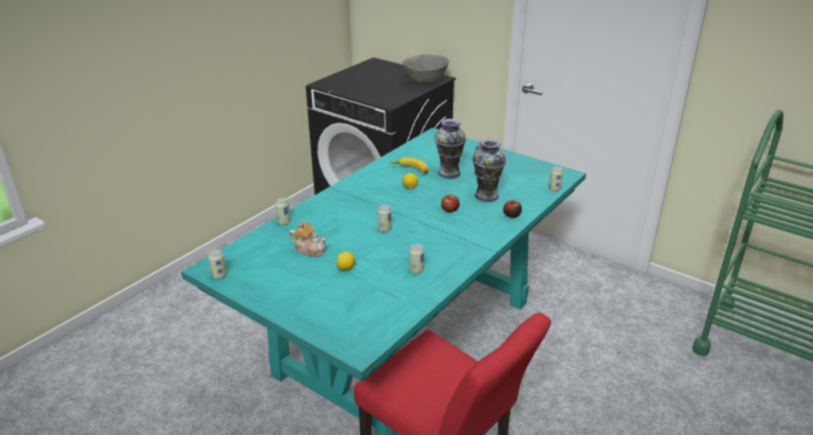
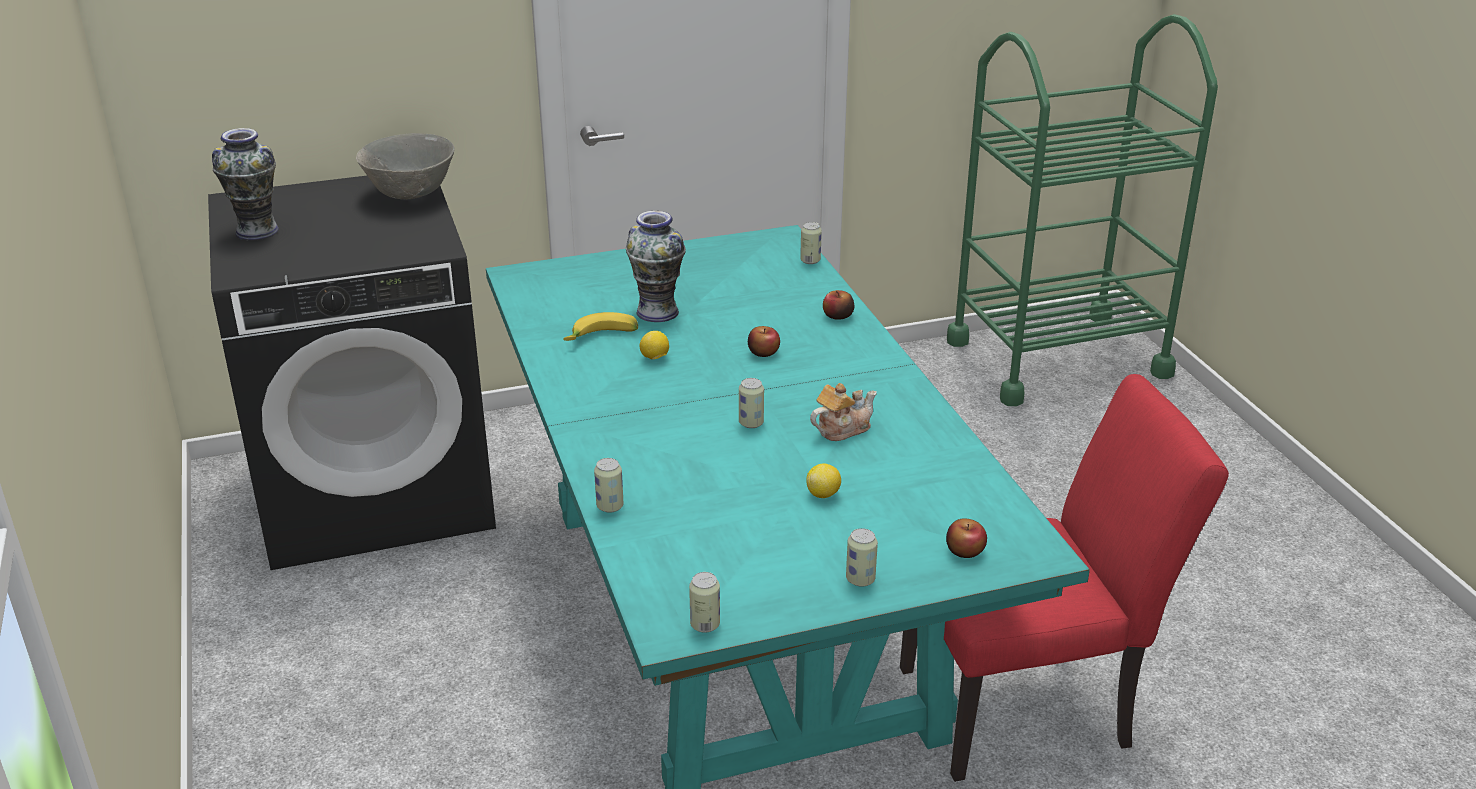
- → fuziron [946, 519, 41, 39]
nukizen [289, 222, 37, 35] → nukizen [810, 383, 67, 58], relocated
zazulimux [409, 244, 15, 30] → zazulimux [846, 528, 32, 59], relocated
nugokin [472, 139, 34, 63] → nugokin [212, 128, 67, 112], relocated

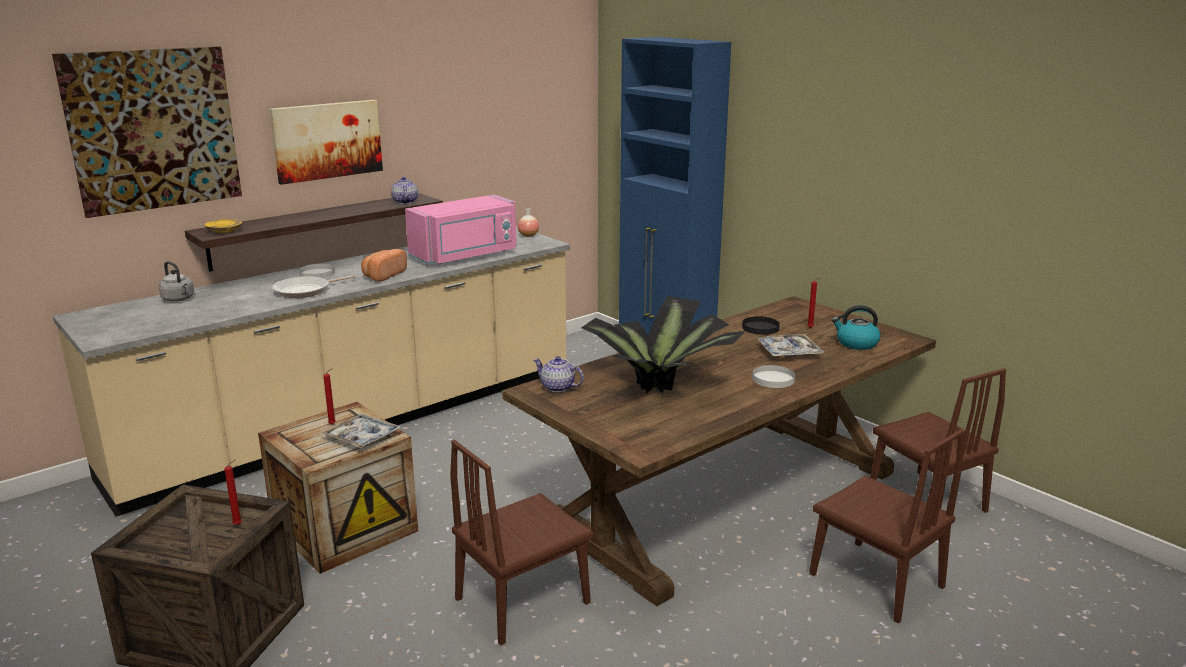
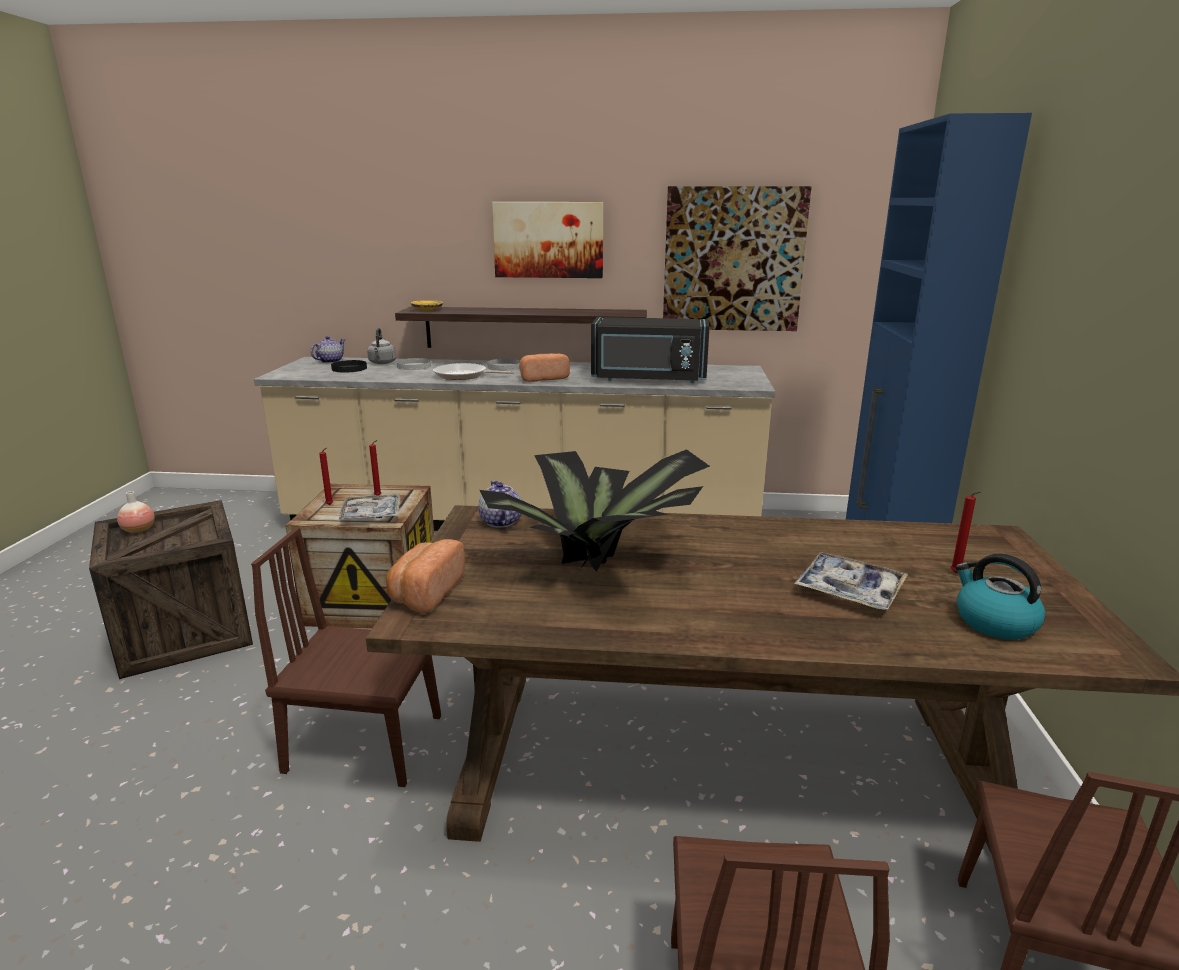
- → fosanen [386, 539, 79, 74]
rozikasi [52, 46, 190, 172] → rozikasi [663, 186, 149, 145], relocated
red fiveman [224, 460, 18, 65] → red fiveman [319, 448, 14, 57], relocated
nukizen [391, 177, 27, 27] → nukizen [311, 336, 35, 27], relocated
nugokin [518, 208, 21, 29] → nugokin [117, 491, 38, 43], relocated
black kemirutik [742, 316, 38, 19] → black kemirutik [331, 360, 36, 13], relocated
white kemirutik [752, 365, 43, 23] → white kemirutik [397, 358, 34, 12], relocated
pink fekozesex [405, 195, 112, 69] → black fekozesex [591, 317, 119, 66]

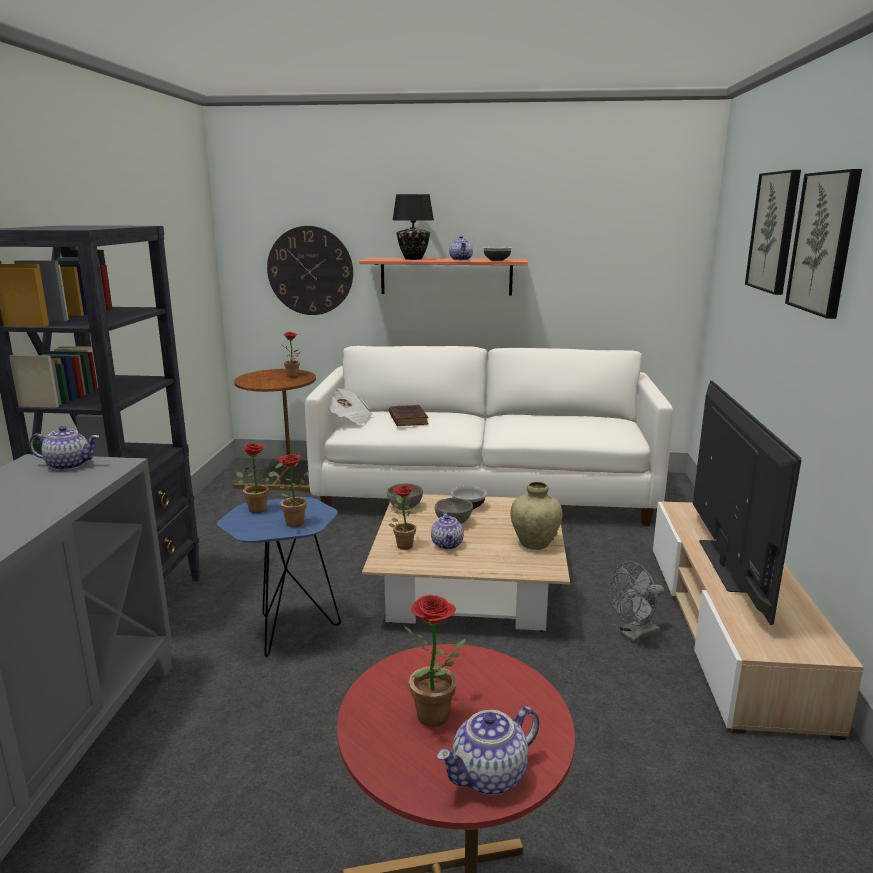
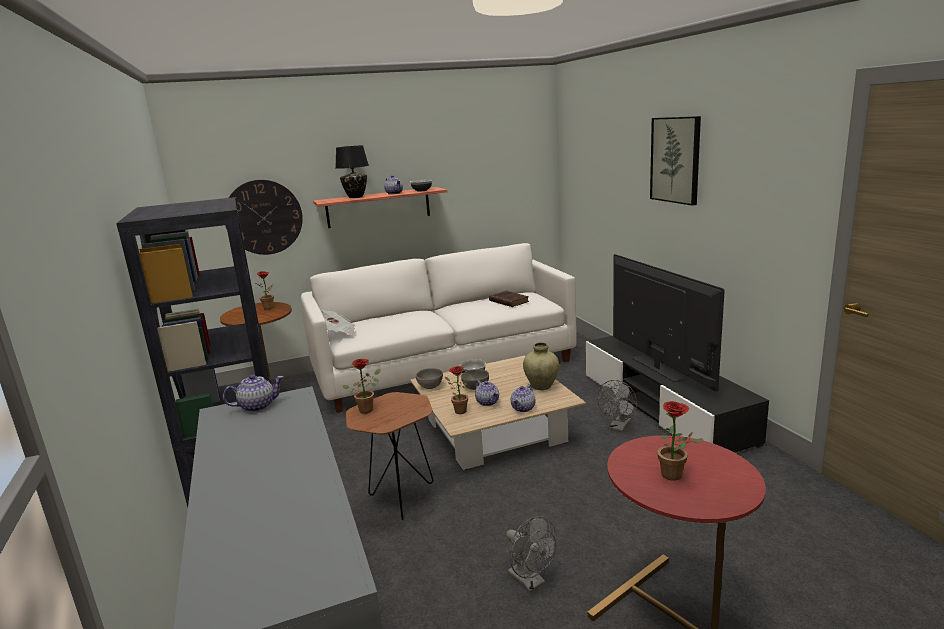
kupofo [272, 454, 37, 73] → -
rozikasi [745, 170, 56, 125] → -
- → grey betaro [506, 516, 51, 76]
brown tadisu [389, 405, 40, 21] → brown tadisu [489, 291, 40, 16], relocated
nukizen [437, 706, 102, 89] → nukizen [511, 384, 24, 28], relocated
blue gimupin [217, 497, 124, 160] → brown gimupin [346, 392, 87, 128]
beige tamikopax [653, 501, 211, 239] → black tamikopax [586, 336, 183, 117]

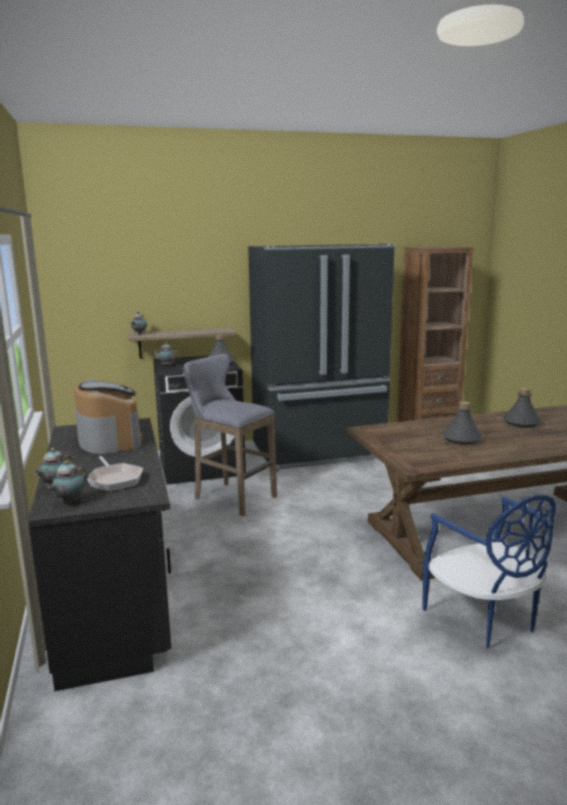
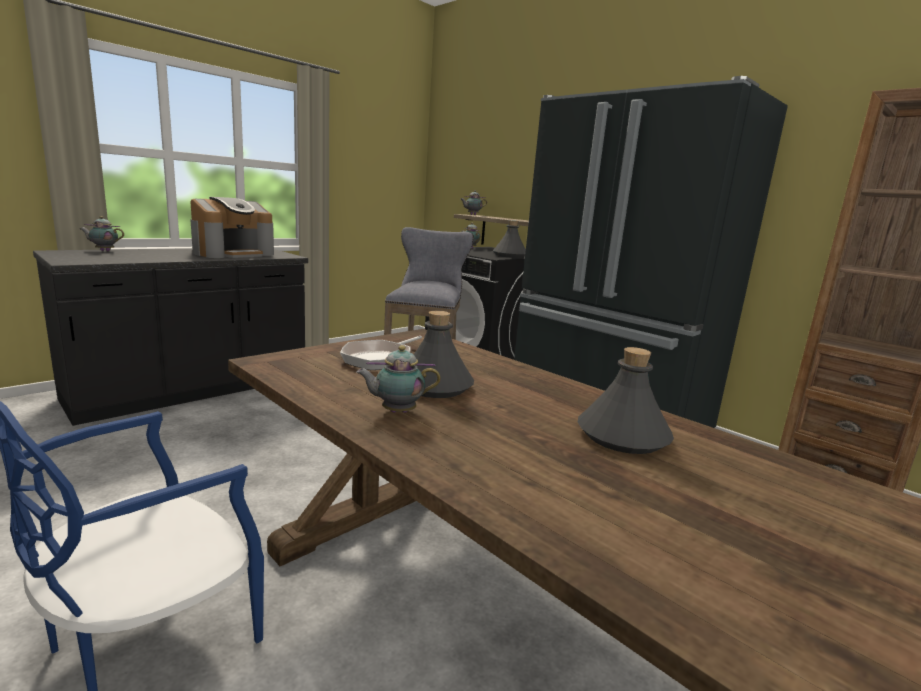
nukizen [48, 461, 38, 43] → nukizen [356, 345, 85, 68], relocated
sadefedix [87, 456, 56, 35] → sadefedix [340, 336, 82, 34], relocated

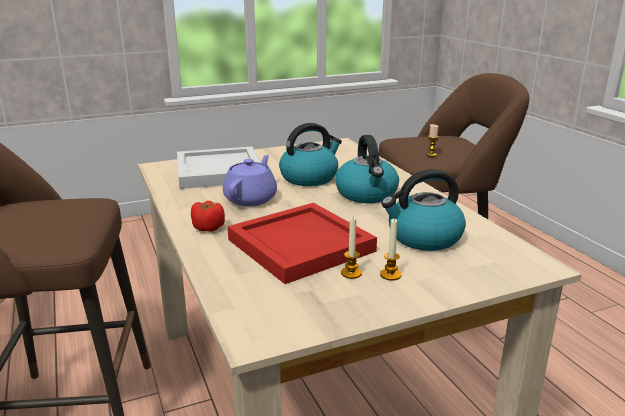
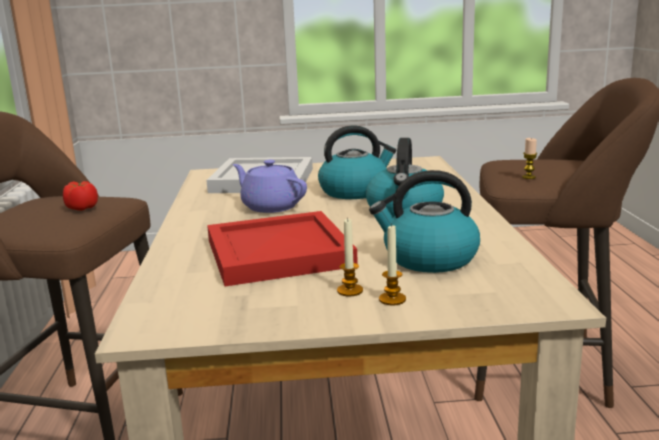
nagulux [191, 201, 34, 31] → nagulux [63, 181, 35, 30], relocated
fiveman [341, 217, 21, 62] → fiveman [379, 224, 27, 81], relocated
purple nukizen [223, 155, 54, 51] → purple nukizen [233, 160, 74, 53], 90 degrees counterclockwise

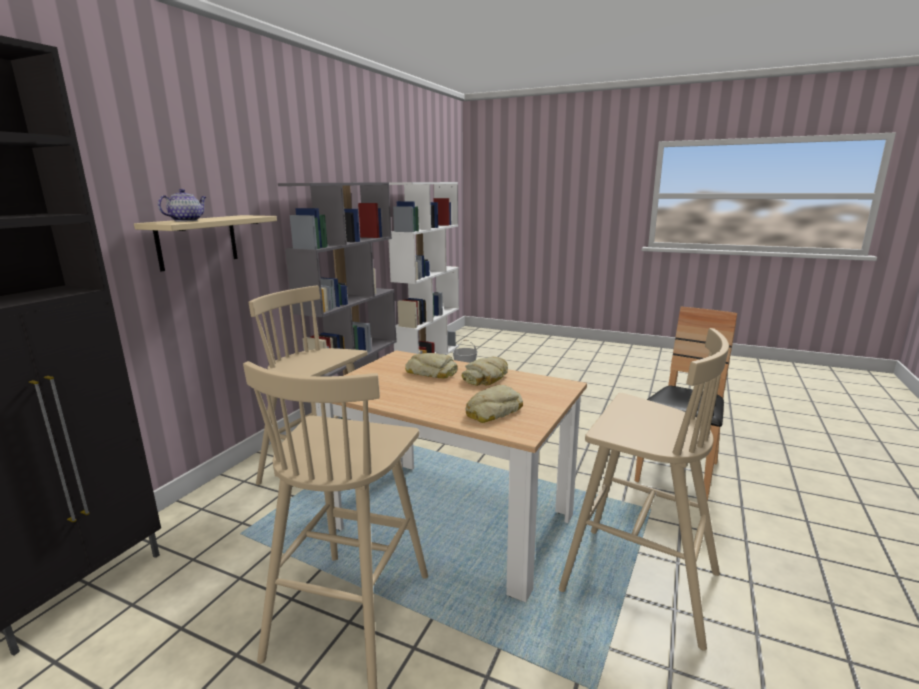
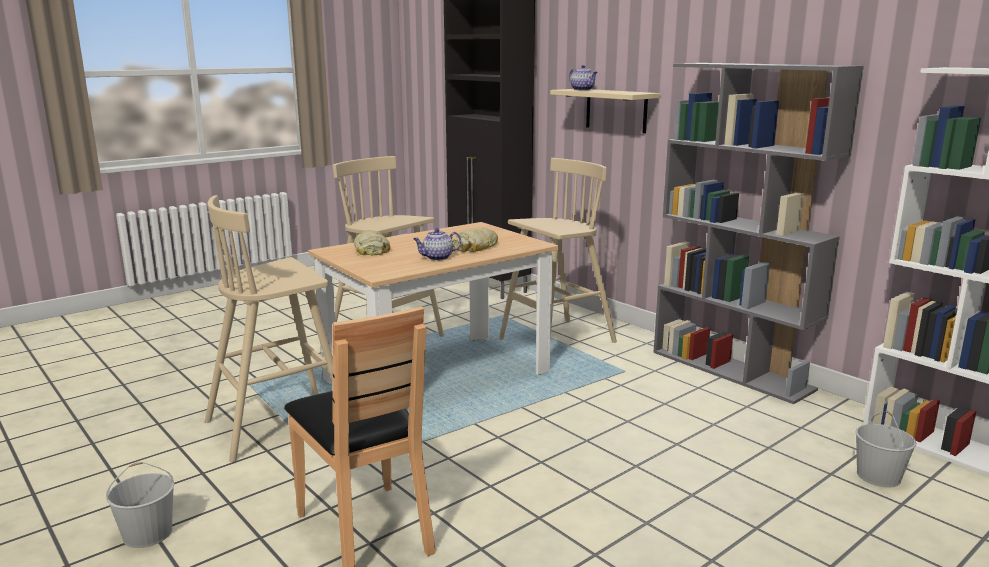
- → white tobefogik [106, 462, 68, 86]
fosanen [462, 357, 46, 29] → nukizen [413, 228, 48, 33]

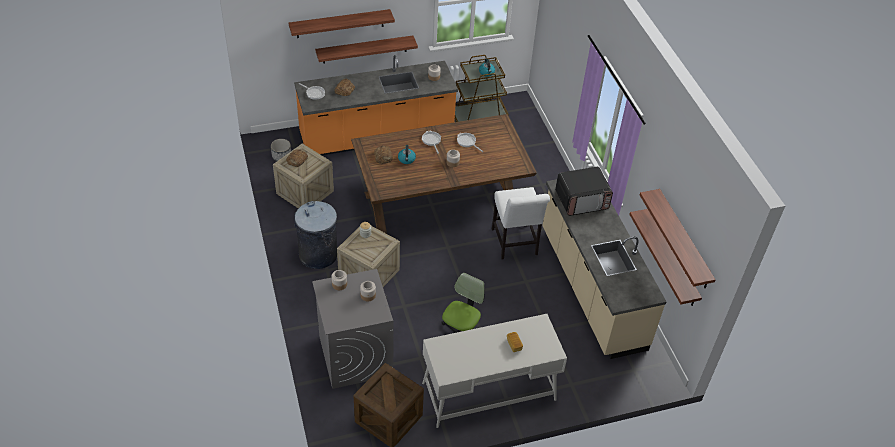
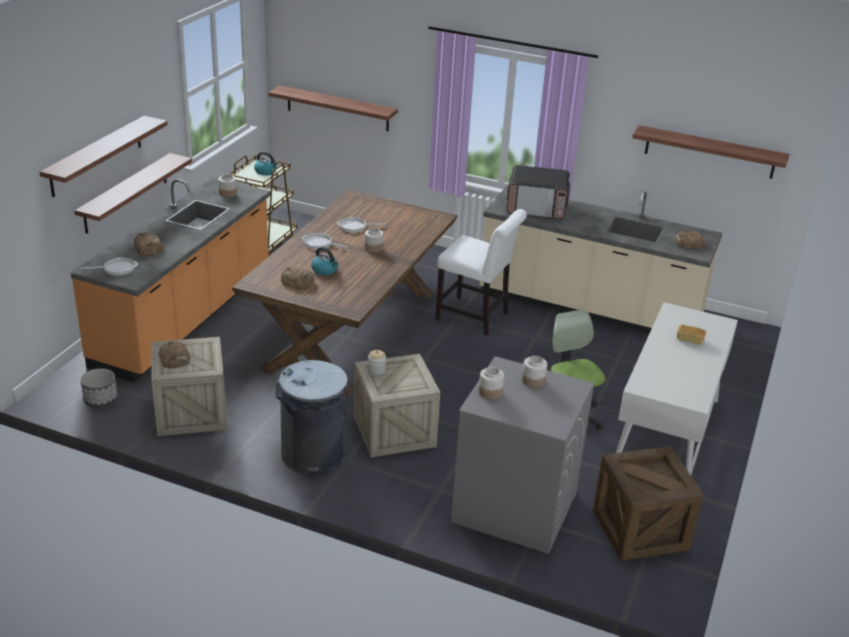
- → fosanen [674, 231, 32, 18]
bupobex [629, 209, 73, 97] → bupobex [268, 85, 130, 46], relocated
fekozesex [555, 167, 58, 49] → fekozesex [507, 165, 63, 54], 75 degrees clockwise

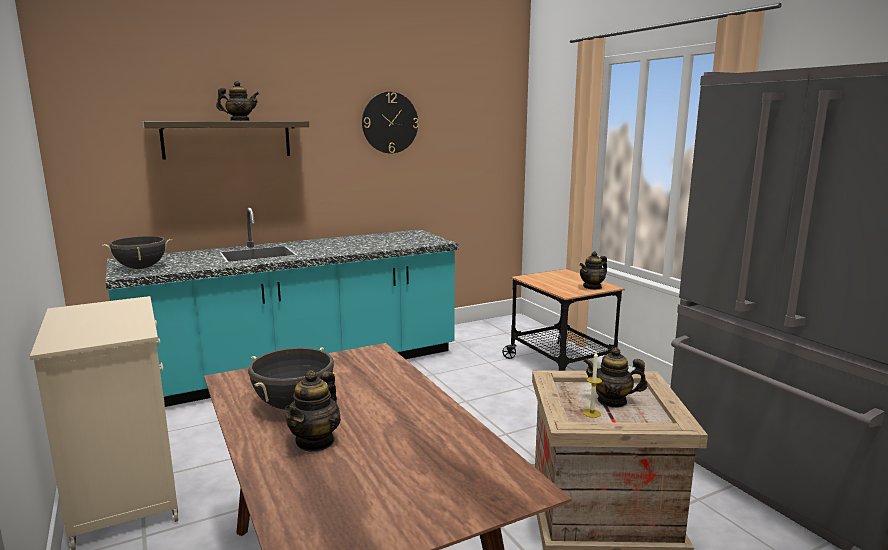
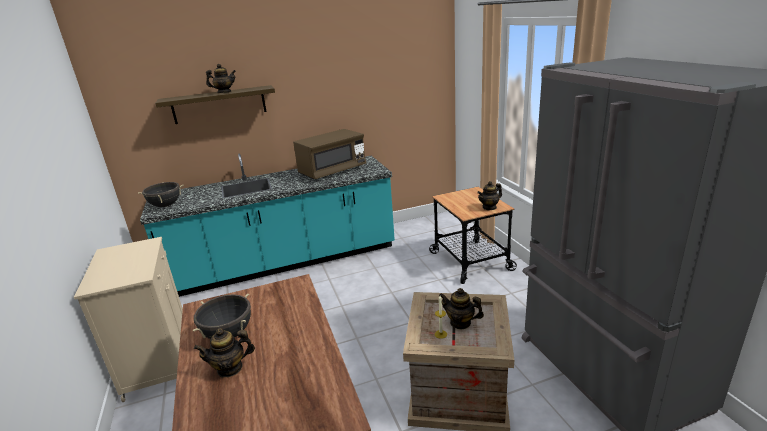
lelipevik [362, 92, 57, 61] → -
- → brown fekozesex [293, 129, 73, 50]
nukizen [285, 370, 56, 82] → nukizen [194, 328, 61, 49], 45 degrees clockwise

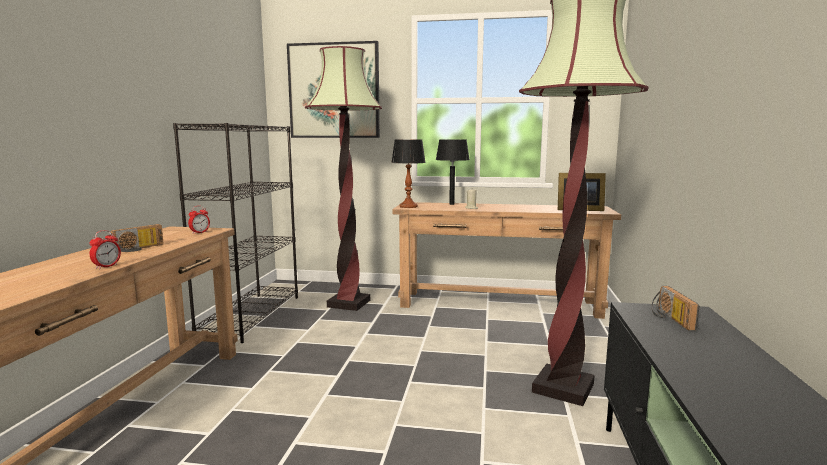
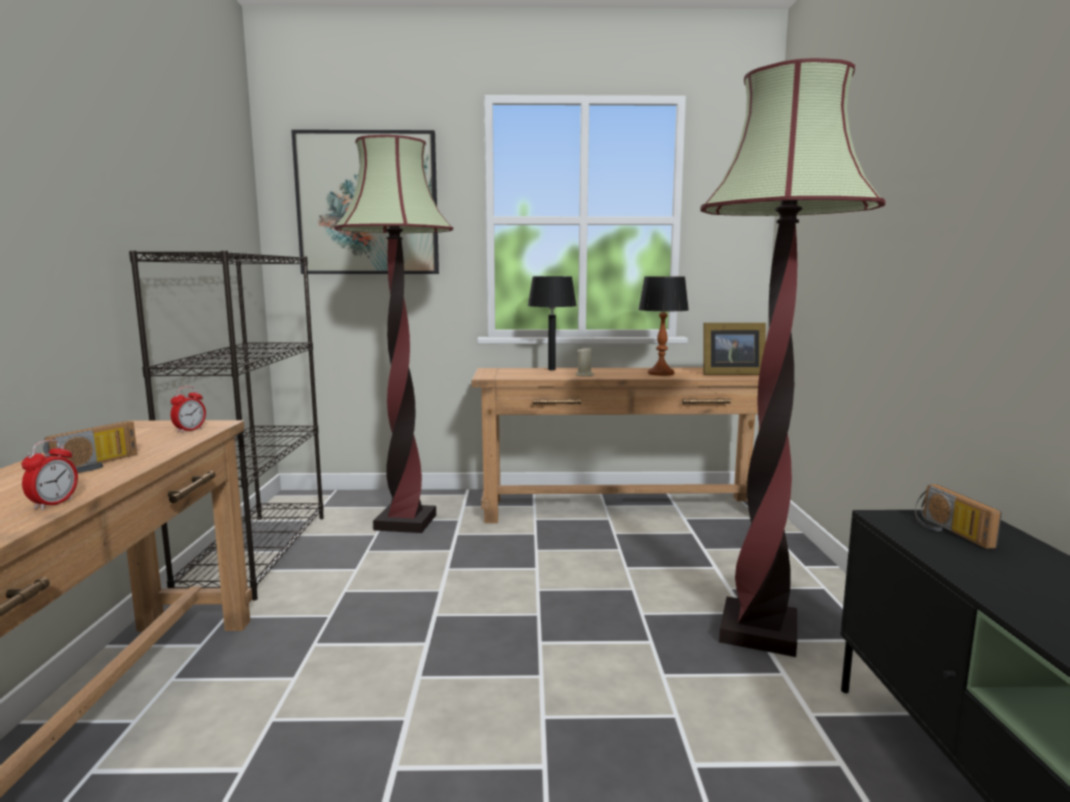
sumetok [391, 139, 35, 69] → sumetok [638, 276, 51, 100], relocated

